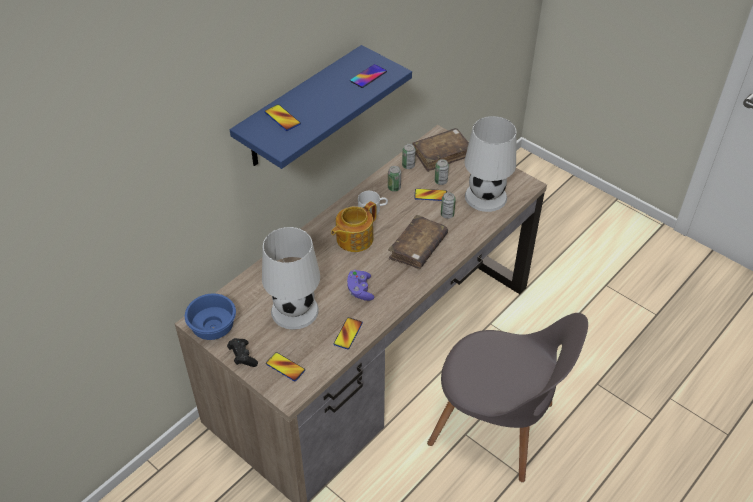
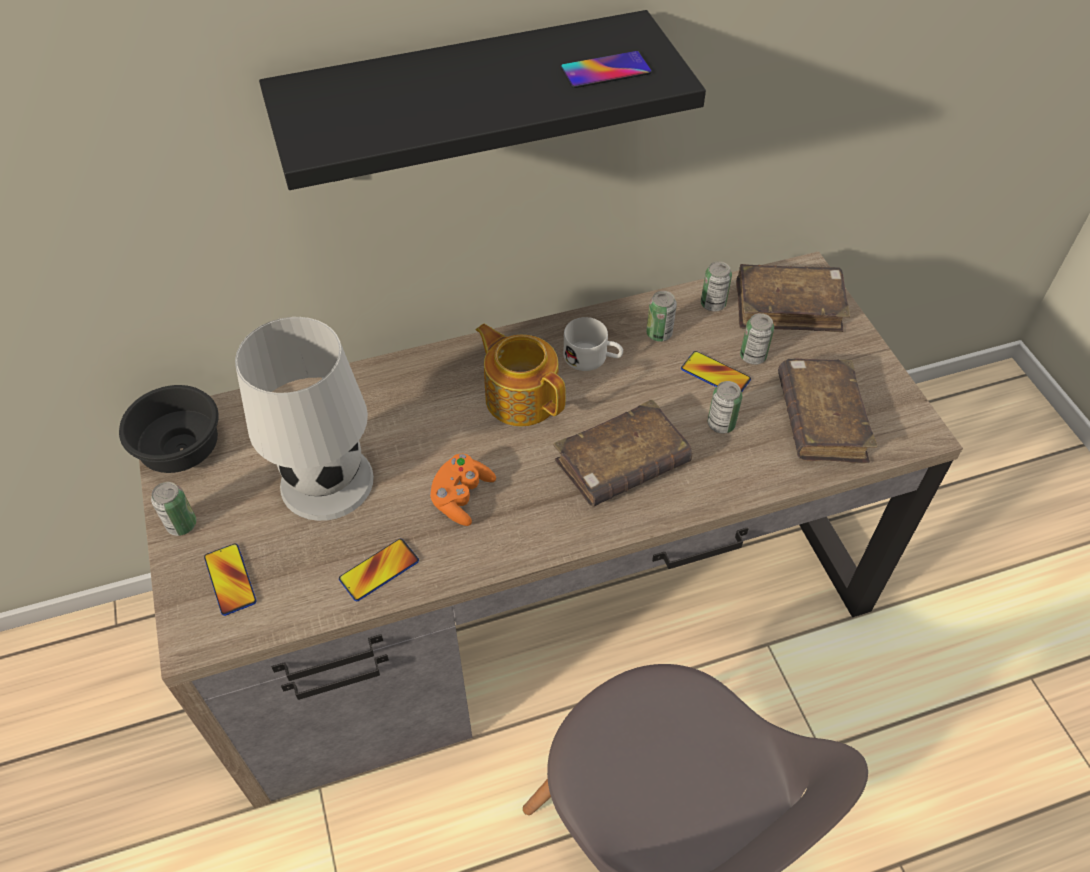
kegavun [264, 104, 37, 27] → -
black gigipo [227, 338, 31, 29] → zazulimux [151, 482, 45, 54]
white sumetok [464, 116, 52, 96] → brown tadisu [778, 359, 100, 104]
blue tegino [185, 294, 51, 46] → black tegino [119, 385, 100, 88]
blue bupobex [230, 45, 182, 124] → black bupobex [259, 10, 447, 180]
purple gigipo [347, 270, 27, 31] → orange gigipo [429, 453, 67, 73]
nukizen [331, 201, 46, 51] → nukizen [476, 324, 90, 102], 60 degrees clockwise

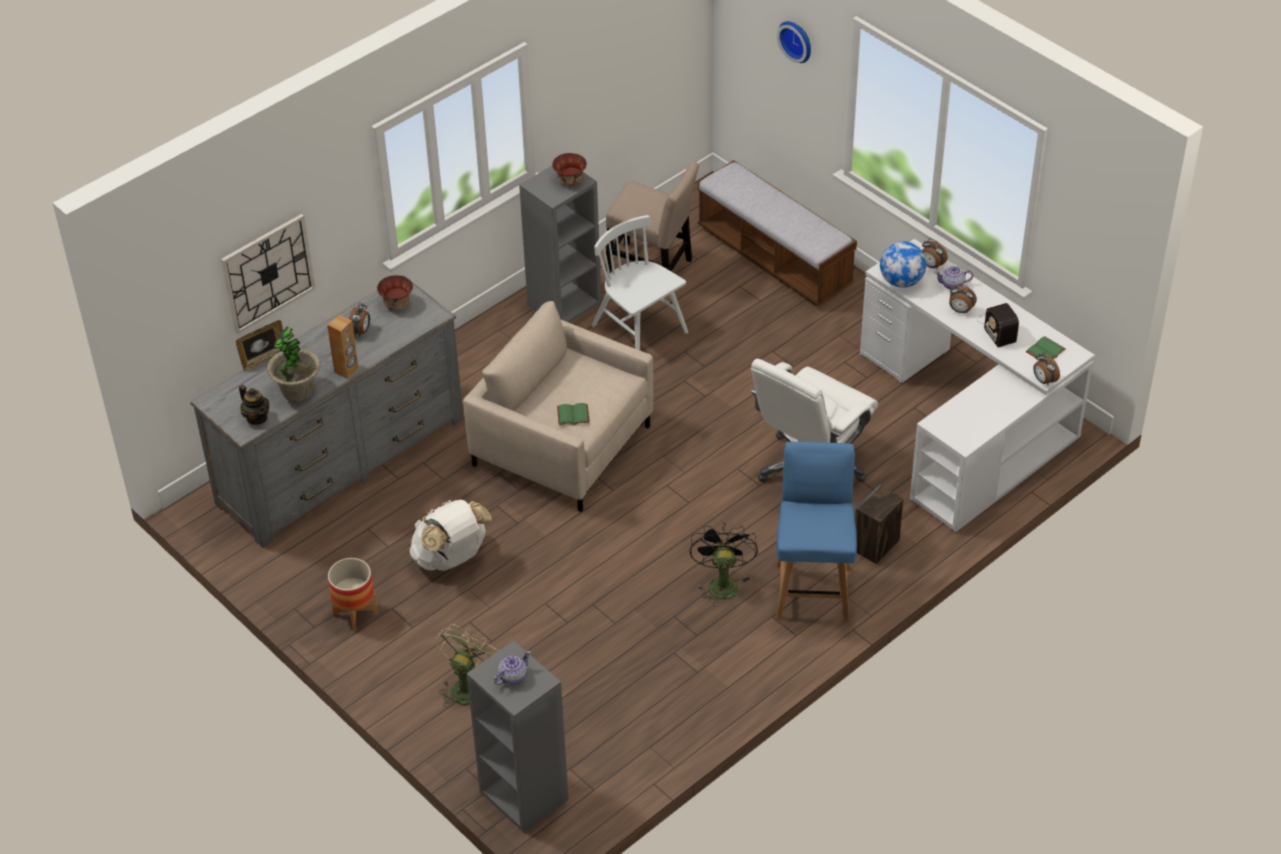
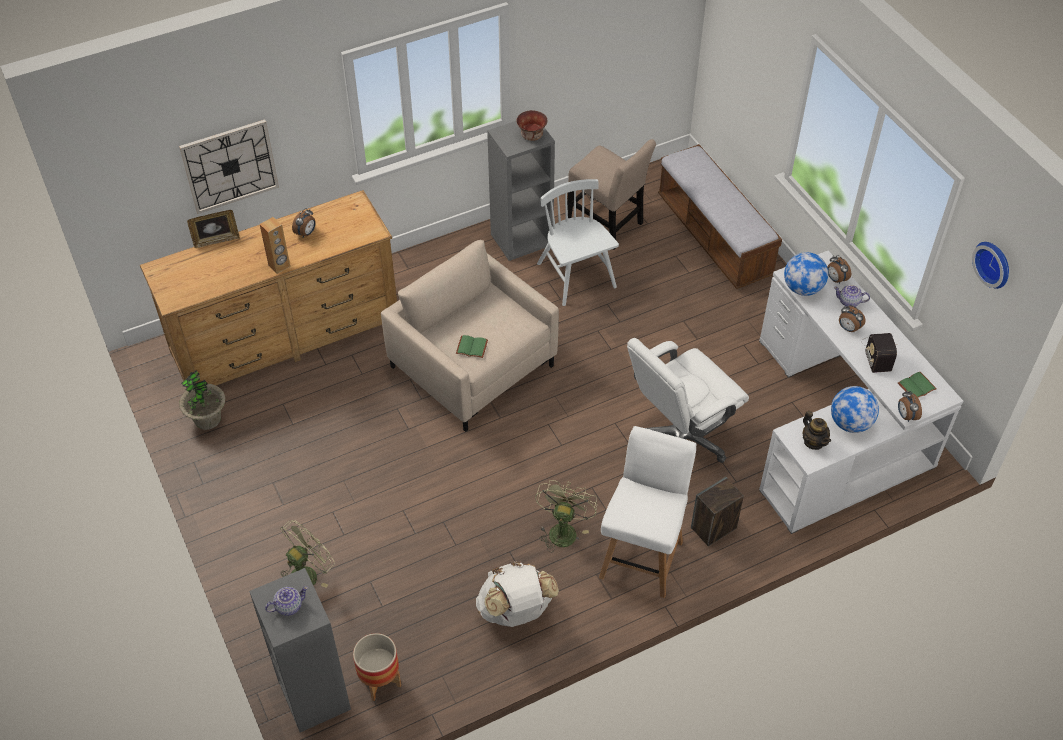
tegino [377, 275, 36, 35] → -
- → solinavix [831, 386, 48, 47]
nukizen [239, 385, 30, 40] → nukizen [802, 411, 29, 39], relocated
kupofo [267, 326, 53, 76] → kupofo [179, 370, 46, 60], relocated
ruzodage [328, 558, 50, 73] → ruzodage [353, 633, 48, 68], relocated
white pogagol [410, 499, 82, 72] → white pogagol [476, 561, 83, 66], relocated
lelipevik [777, 21, 34, 42] → lelipevik [972, 242, 37, 47], relocated
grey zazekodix [190, 275, 274, 273] → brown zazekodix [140, 190, 257, 198]
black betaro [690, 523, 68, 84] → green betaro [535, 480, 62, 72]
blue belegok [776, 442, 81, 180] → white belegok [599, 426, 98, 172]

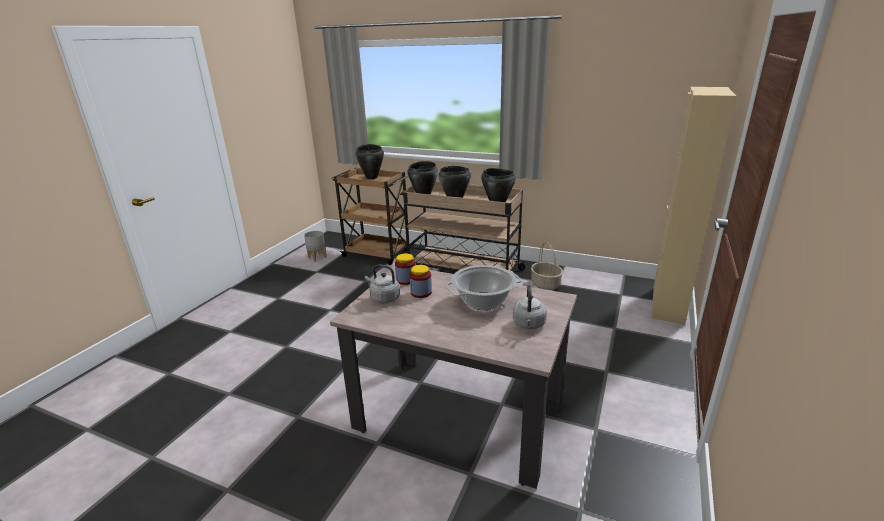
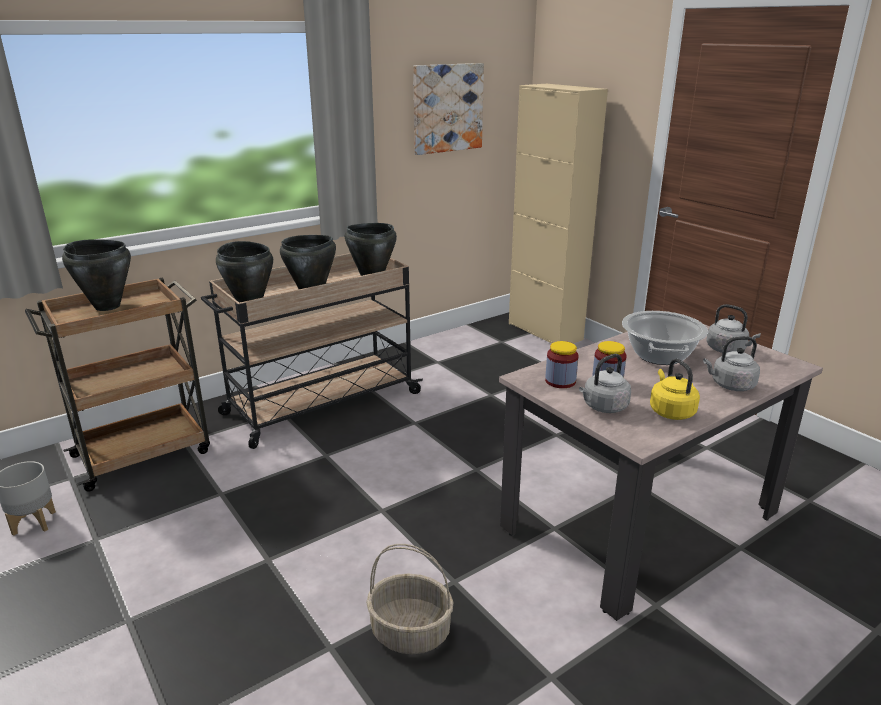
- → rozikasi [413, 63, 71, 92]
- → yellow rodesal [650, 359, 50, 61]
- → grey rodesal [703, 336, 57, 55]
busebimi [531, 242, 32, 48] → busebimi [366, 544, 87, 111], relocated

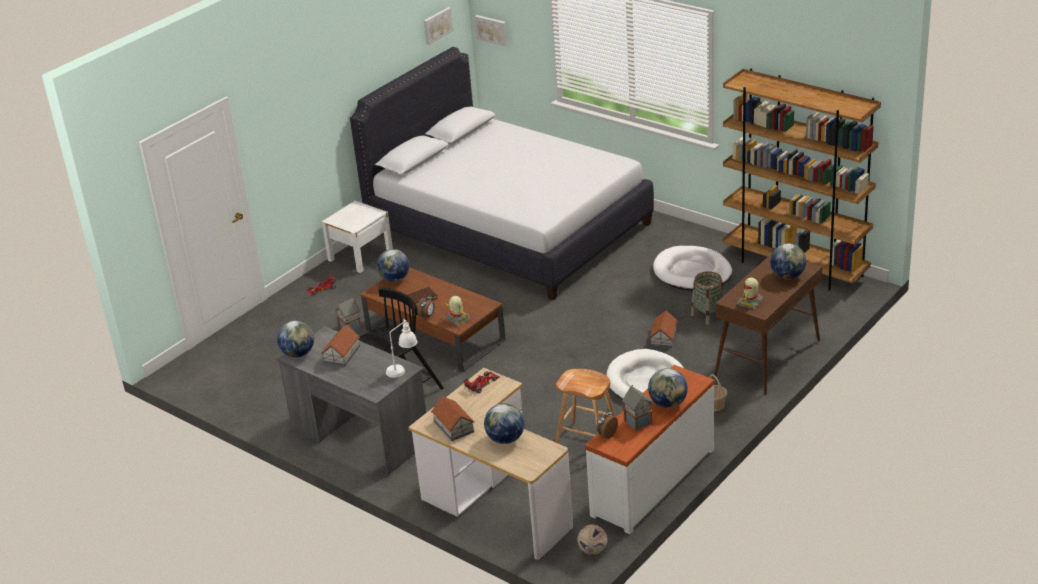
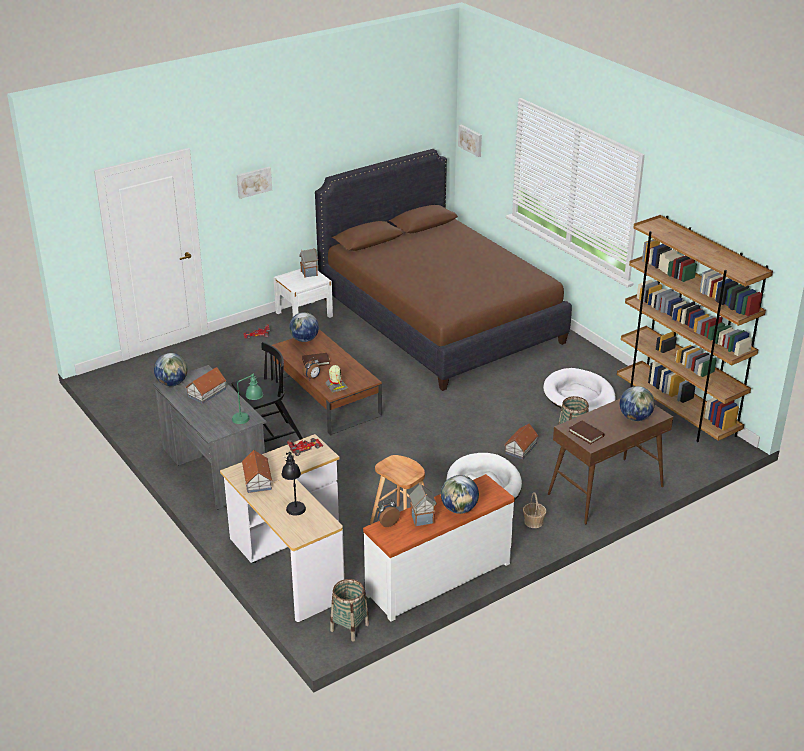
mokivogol [335, 297, 26, 34] → mokivogol [300, 248, 18, 30], relocated
rozikasi [424, 7, 29, 38] → rozikasi [237, 167, 35, 32], relocated
solinavix [484, 403, 41, 41] → black sumetok [282, 452, 24, 64]
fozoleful [577, 524, 31, 31] → busebimi [330, 579, 39, 63]
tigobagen [736, 278, 27, 31] → brown tadisu [569, 421, 36, 23]
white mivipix [350, 47, 304, 253] → brown mivipix [315, 149, 257, 242]
white sumetok [386, 319, 32, 59] → green sumetok [232, 374, 31, 50]

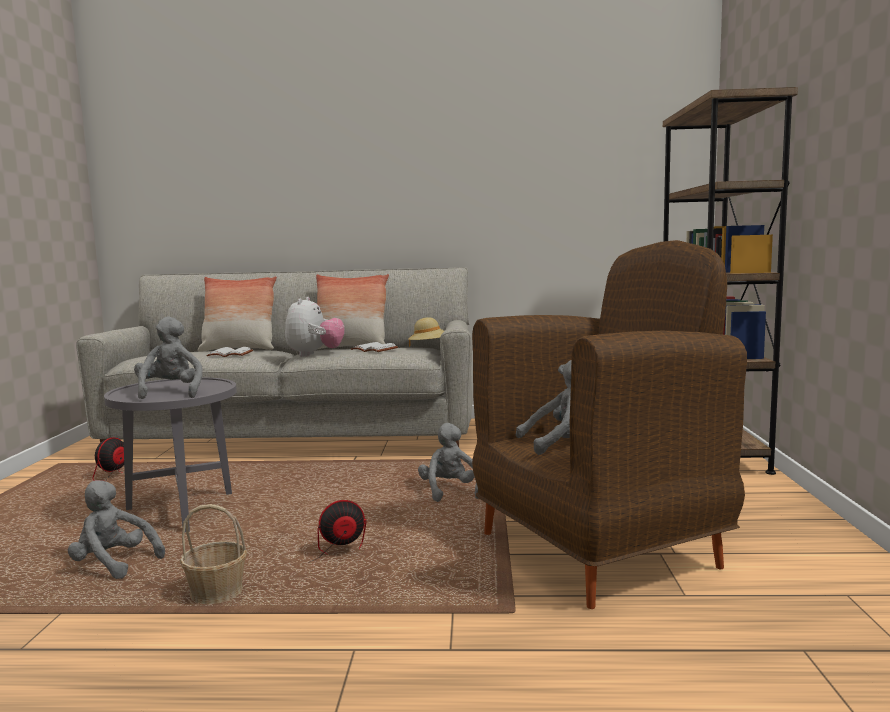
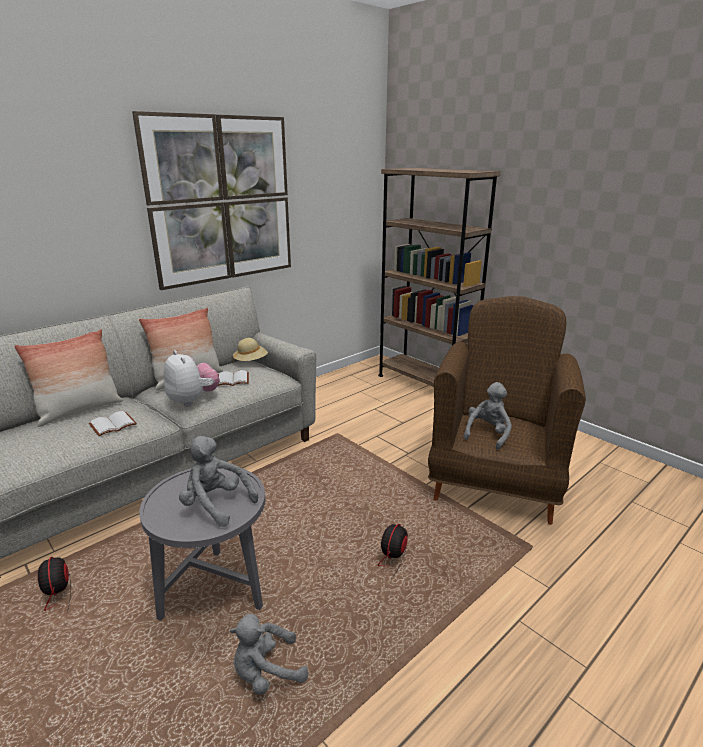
busebimi [180, 504, 67, 100] → -
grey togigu [418, 423, 61, 79] → -
- → rozikasi [132, 111, 159, 179]

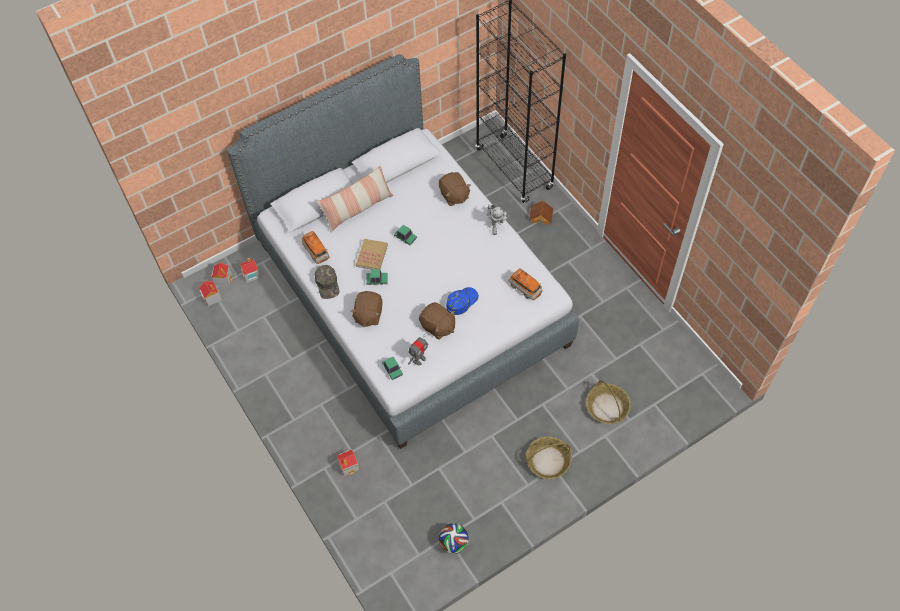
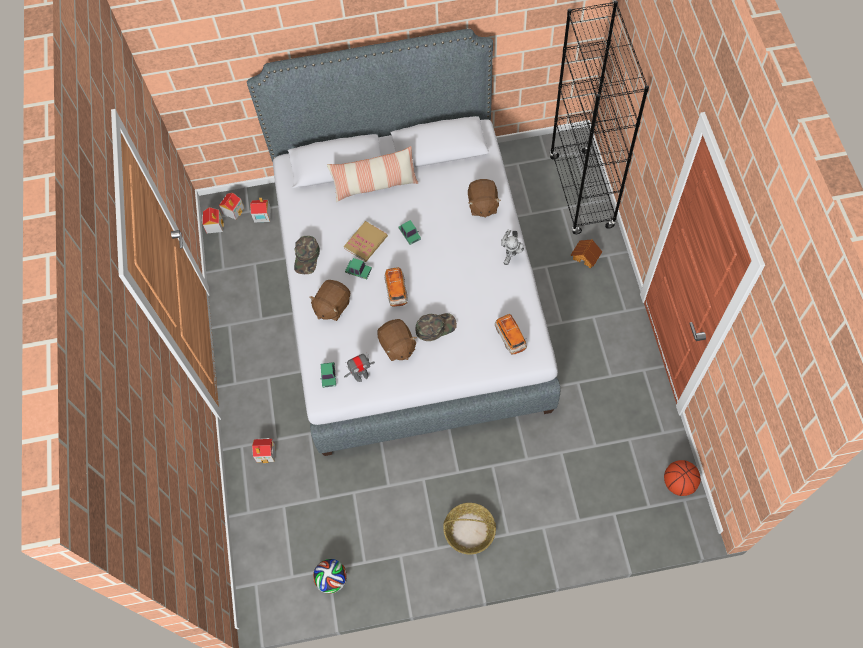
busebimi [586, 380, 45, 44] → -
- → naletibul [664, 460, 37, 36]
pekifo [302, 231, 28, 33] → pekifo [385, 267, 23, 40], relocated
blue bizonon [446, 287, 33, 28] → green bizonon [415, 313, 42, 28]

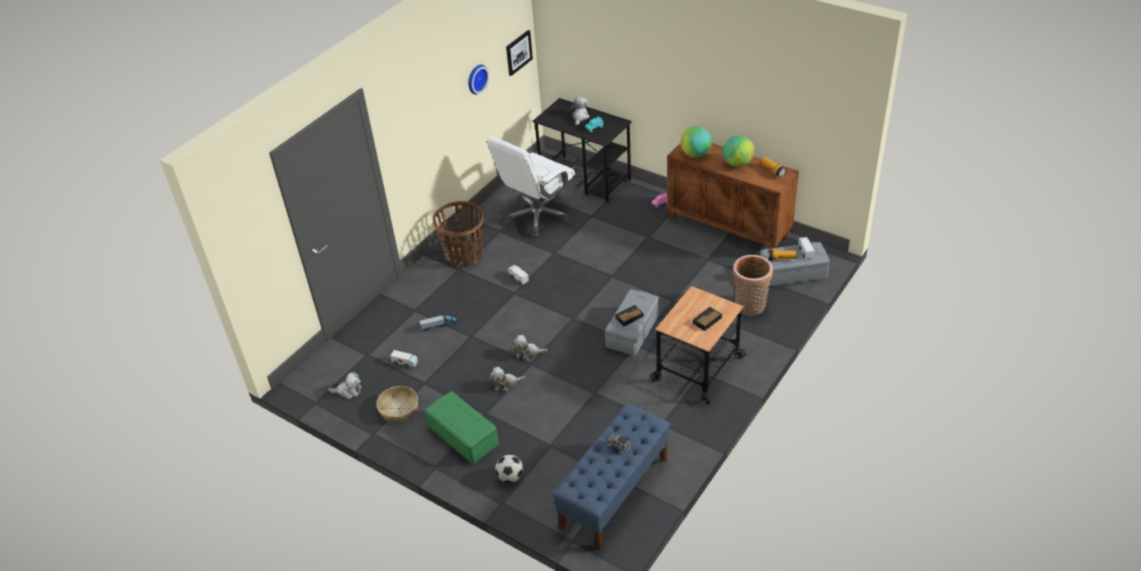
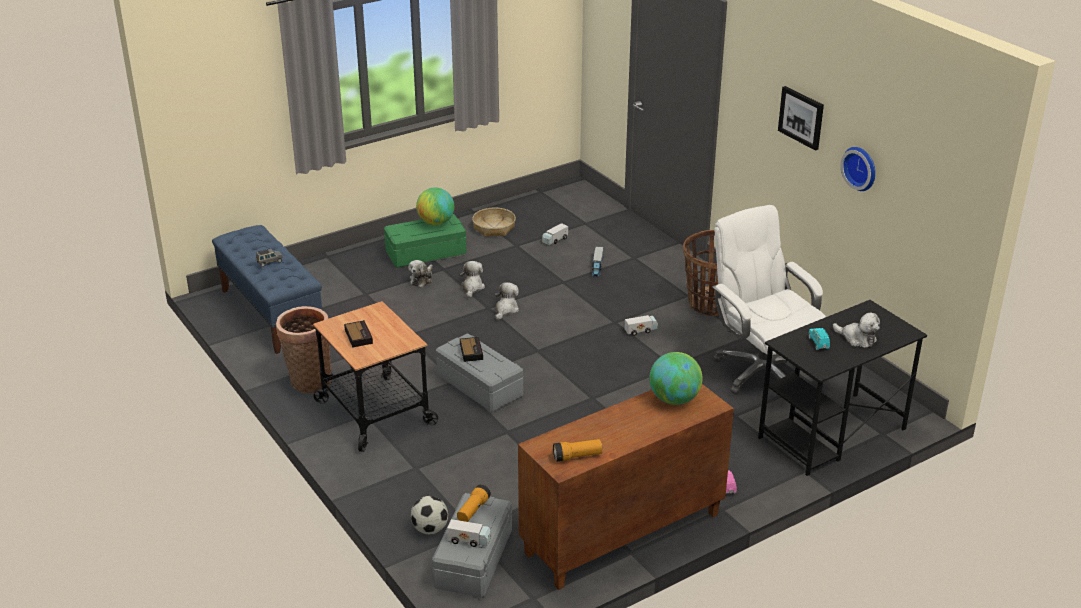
togigu [328, 372, 33, 27] → togigu [408, 260, 25, 28], relocated
fozoleful [495, 455, 28, 28] → fozoleful [411, 496, 37, 38], relocated
rozikasi [506, 30, 27, 46] → rozikasi [778, 86, 46, 65], relocated
solinavix [722, 135, 32, 32] → solinavix [416, 187, 38, 39], relocated
busebimi [733, 255, 40, 61] → busebimi [276, 306, 55, 87], relocated

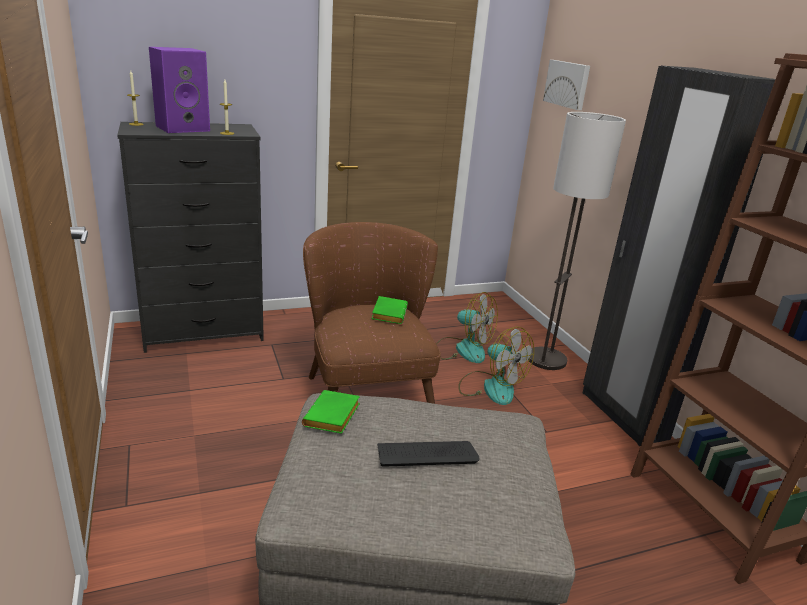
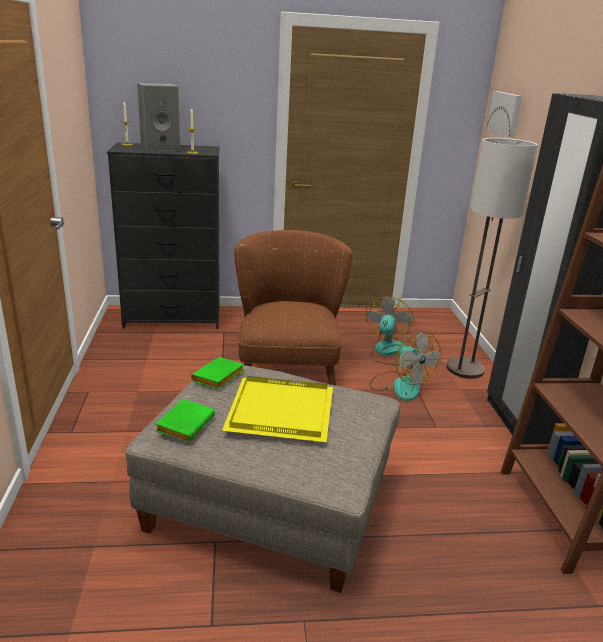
green tadisu [372, 296, 36, 28] → green tadisu [155, 399, 60, 43], relocated
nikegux [377, 441, 102, 26] → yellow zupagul [222, 376, 111, 66]
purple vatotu [149, 47, 61, 86] → grey vatotu [137, 83, 44, 68]
betaro [436, 292, 62, 71] → betaro [365, 297, 49, 68], 120 degrees counterclockwise

